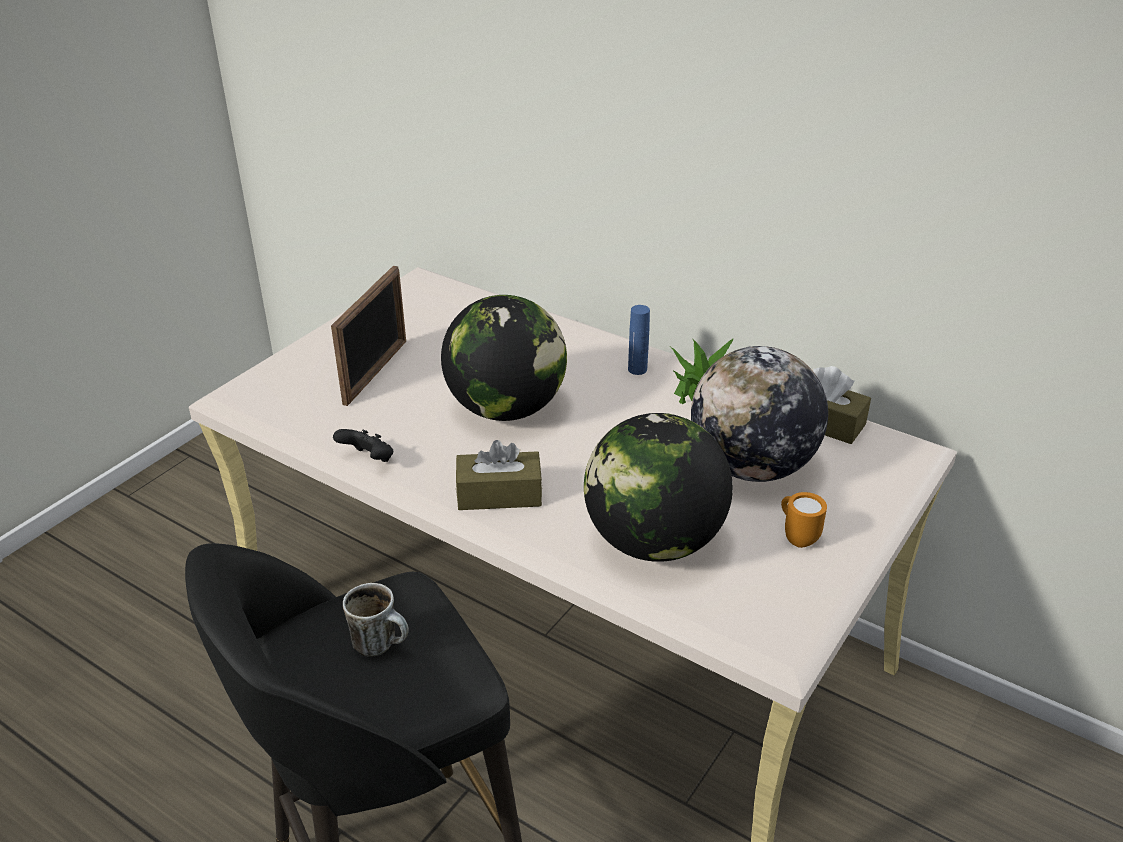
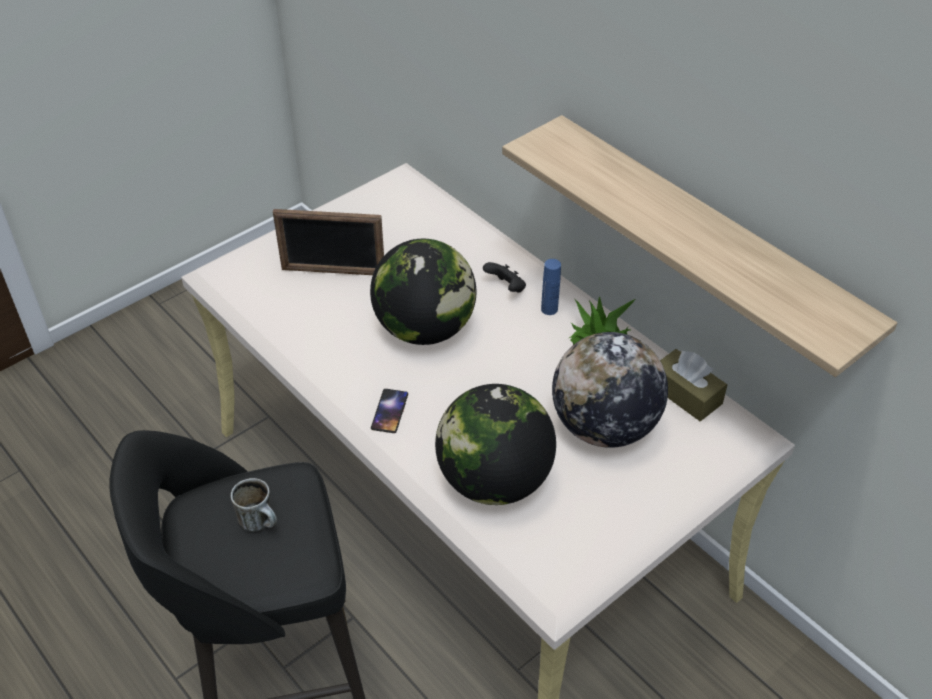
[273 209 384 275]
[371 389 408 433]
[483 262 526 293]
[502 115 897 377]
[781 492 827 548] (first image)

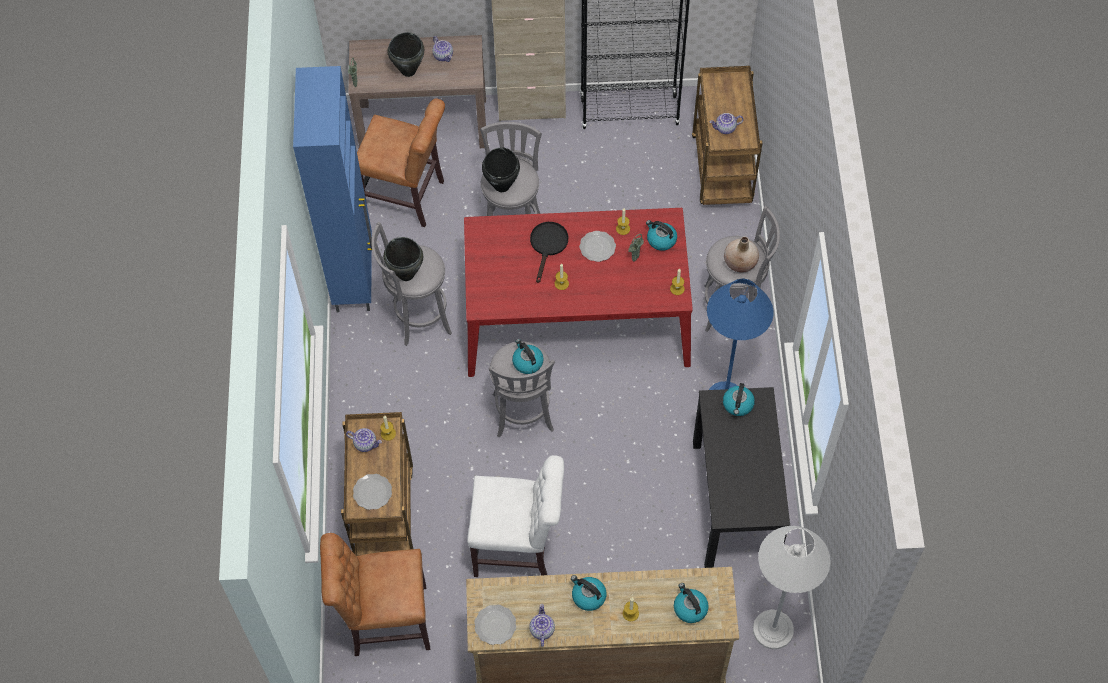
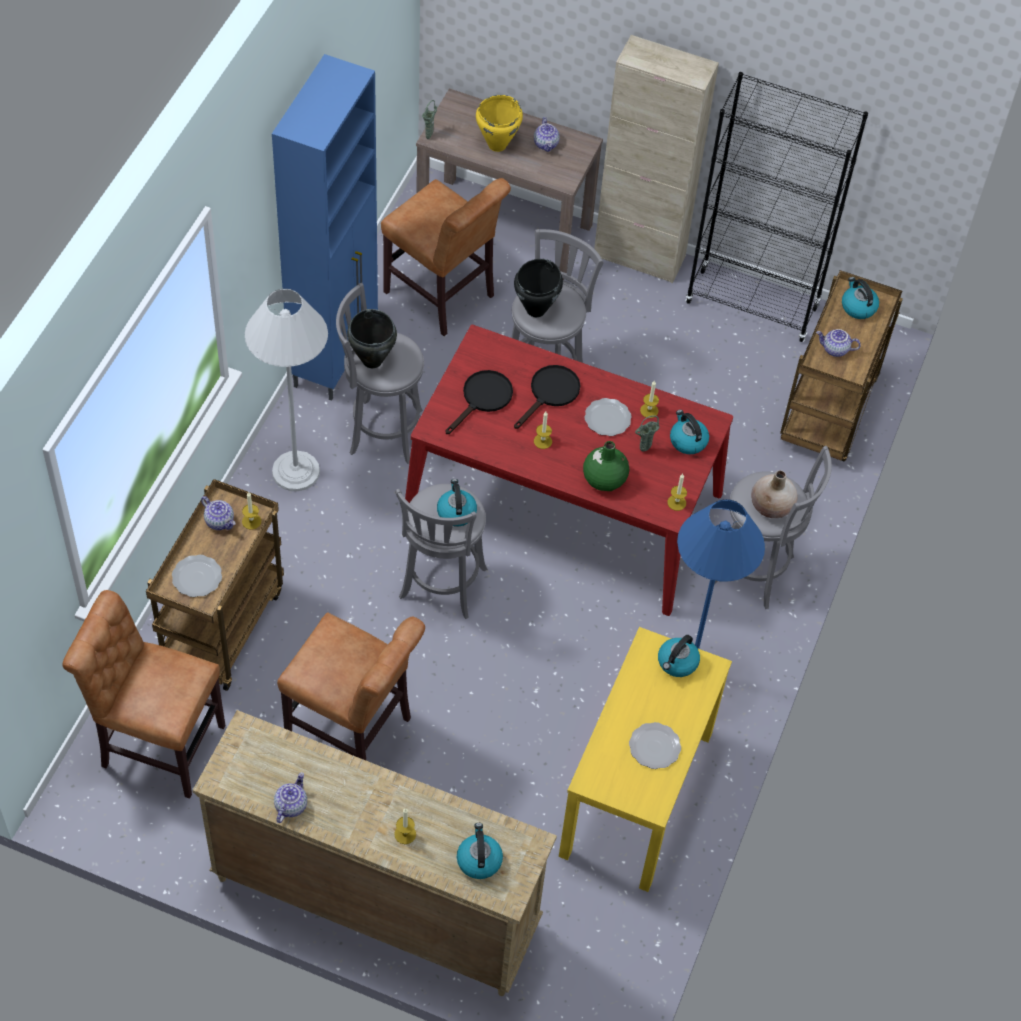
[245 289 328 491]
[277 612 425 761]
[445 370 513 434]
[476 95 523 152]
[559 627 732 892]
[583 441 630 491]
[629 722 681 769]
[842 277 879 319]

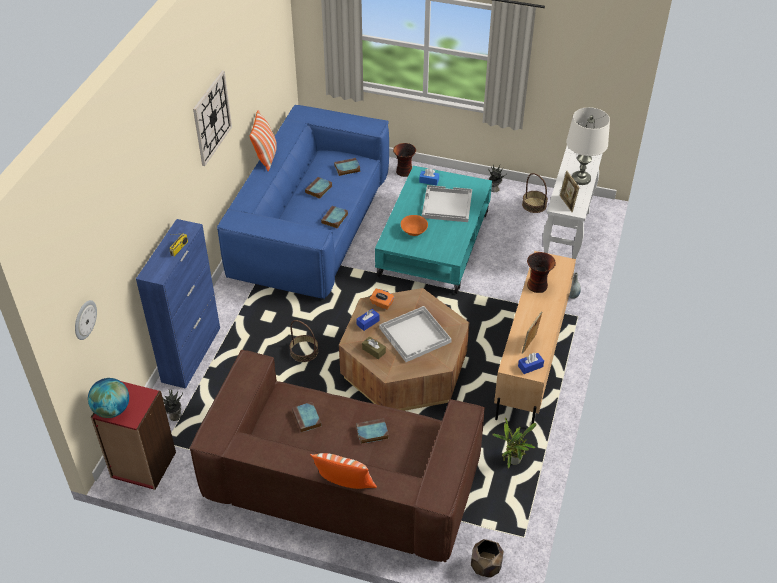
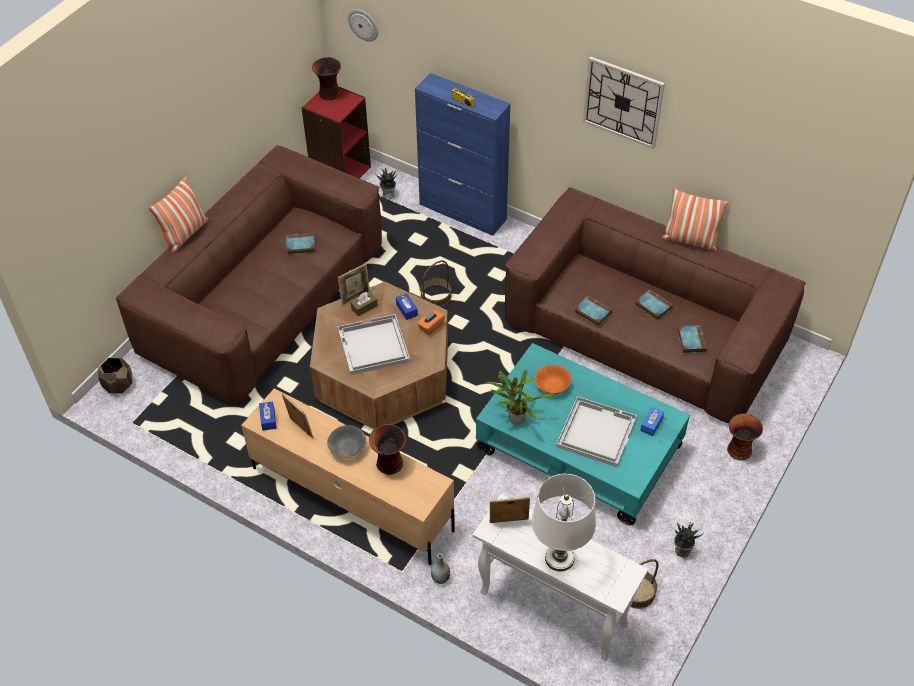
[312 57 341 100]
[327 425 366 458]
[338 263 370 306]
[487 370 553 425]
[505 187 806 423]
[356 418 389 444] (first image)

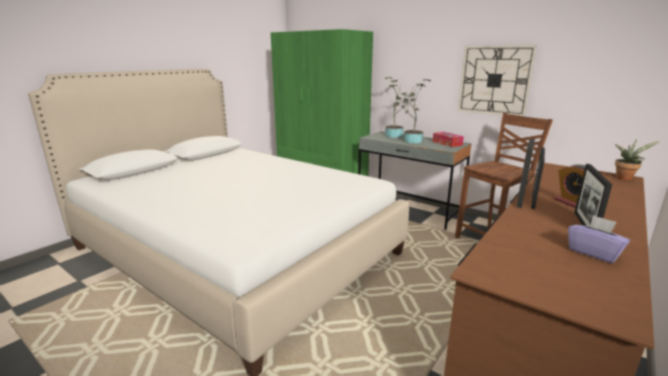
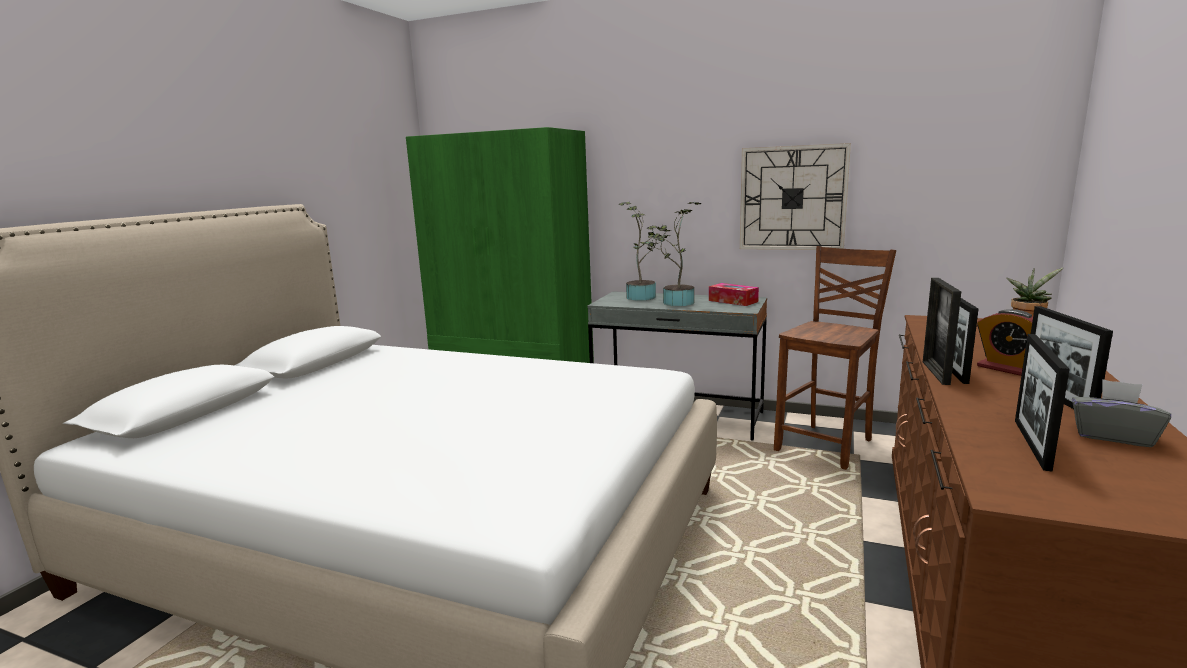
[1015 334 1070 472]
[1072 379 1171 447]

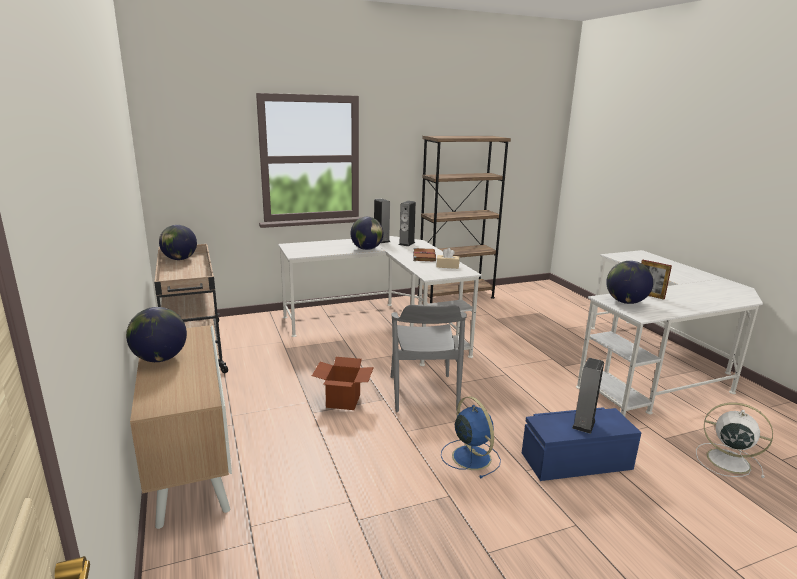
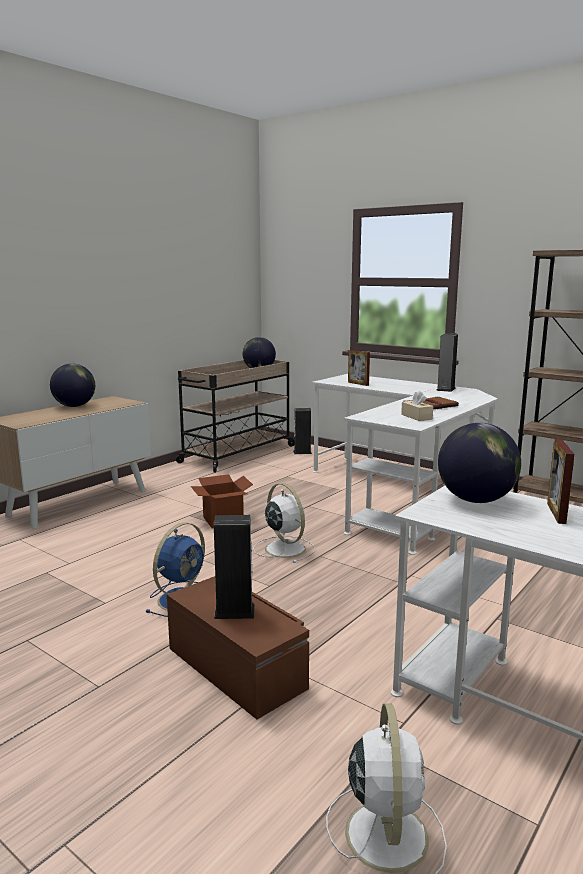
[167 576 309 719]
[253 483 315 563]
[293 408 312 454]
[348 350 370 386]
[351 217 383 250] (first image)

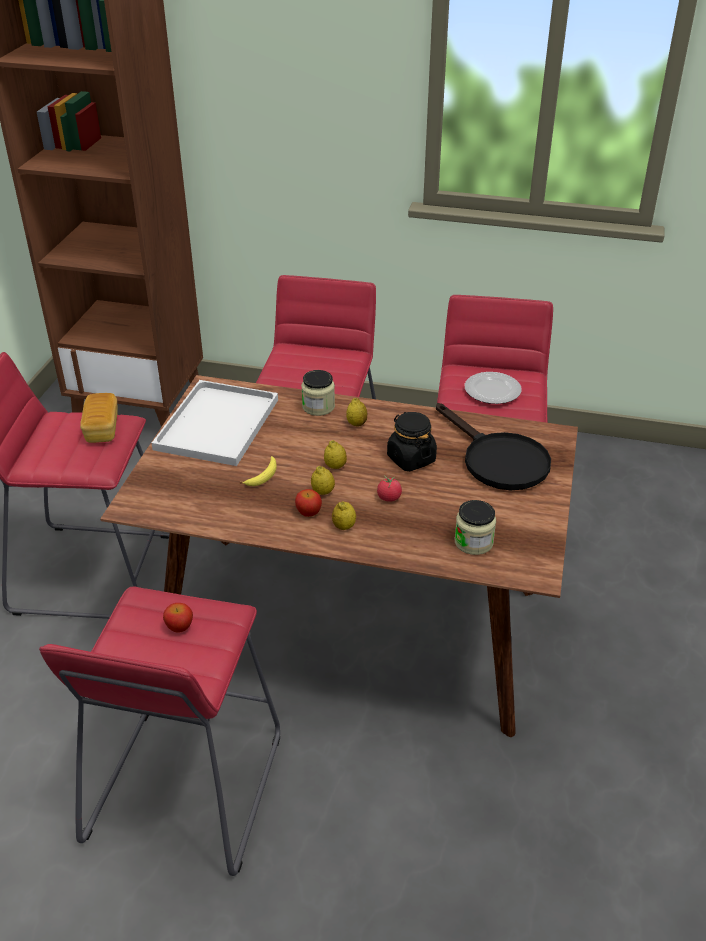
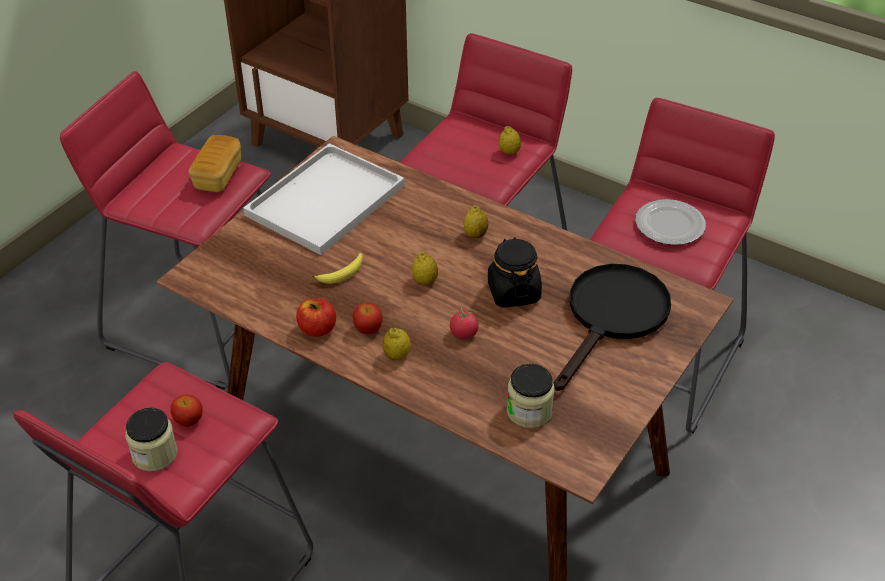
[125 408 178 471]
[296 298 336 337]
[499 126 521 155]
[554 264 671 391]

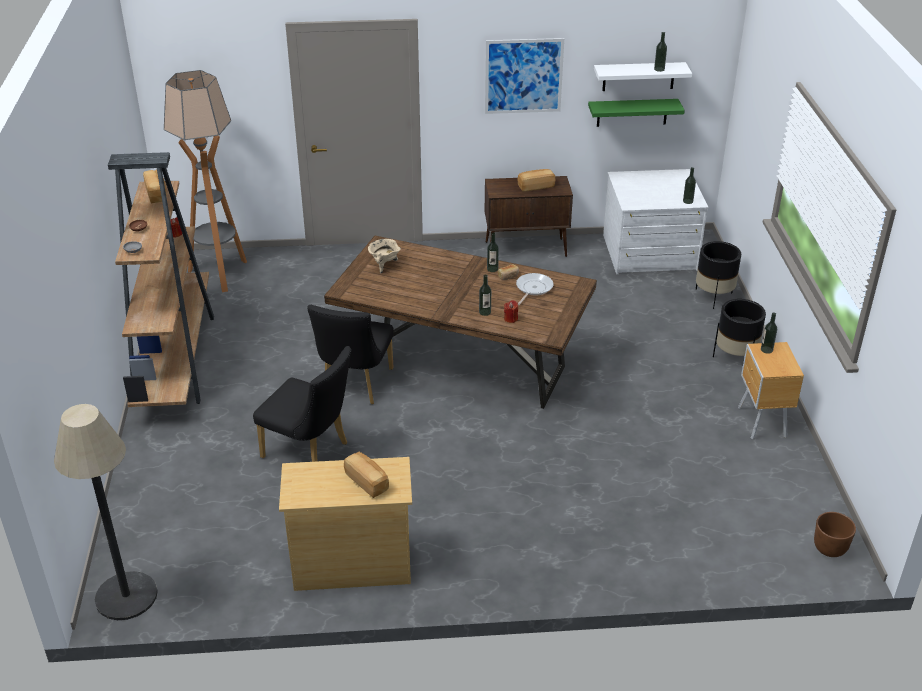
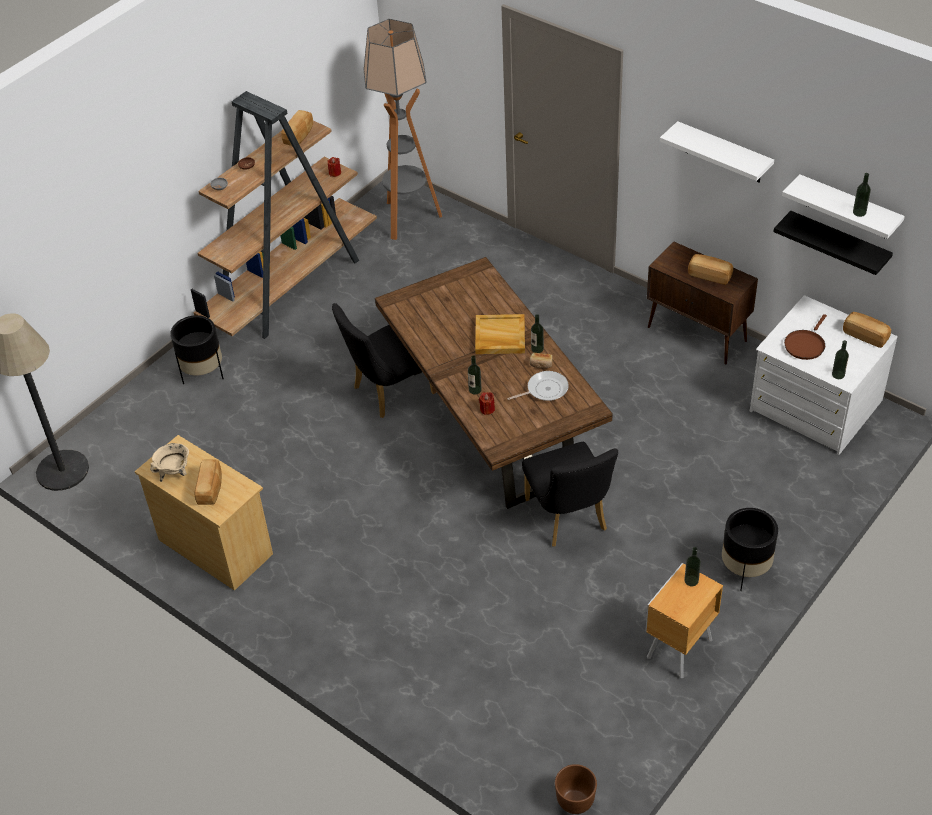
[150 443 189 482]
[170 315 224 384]
[475 314 525 354]
[522 442 618 547]
[660 121 774 183]
[773 211 893 275]
[784 314 827 360]
[843 312 891 348]

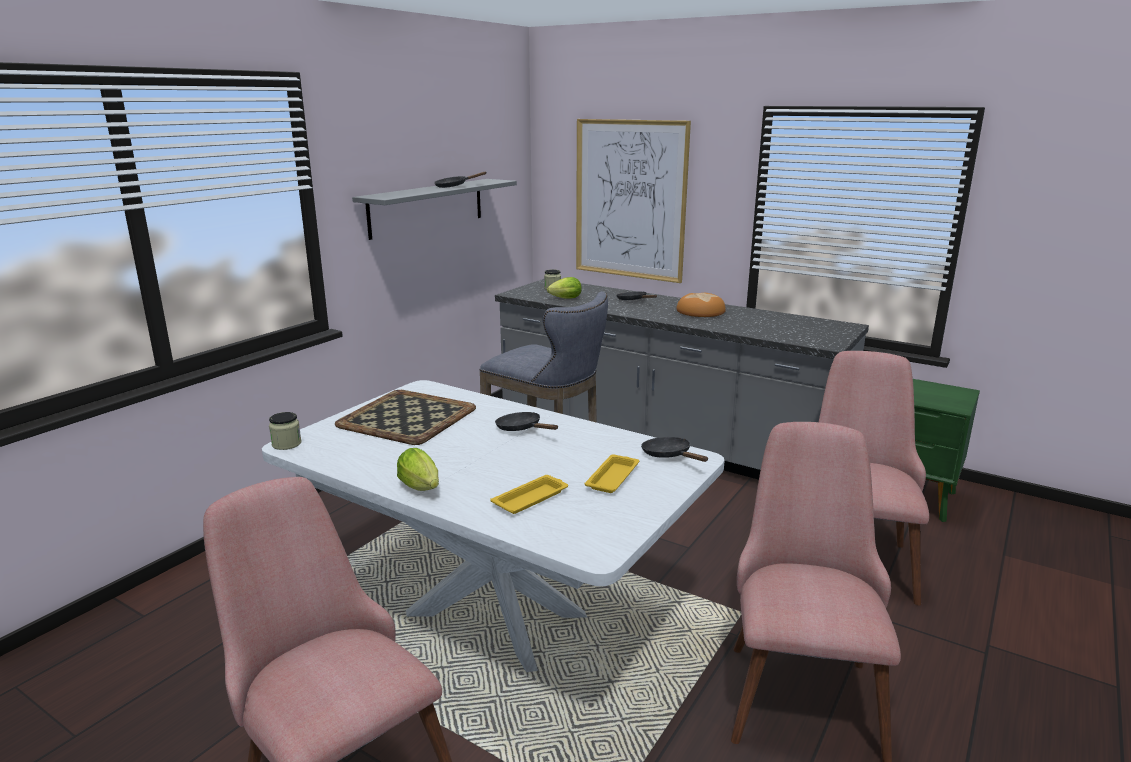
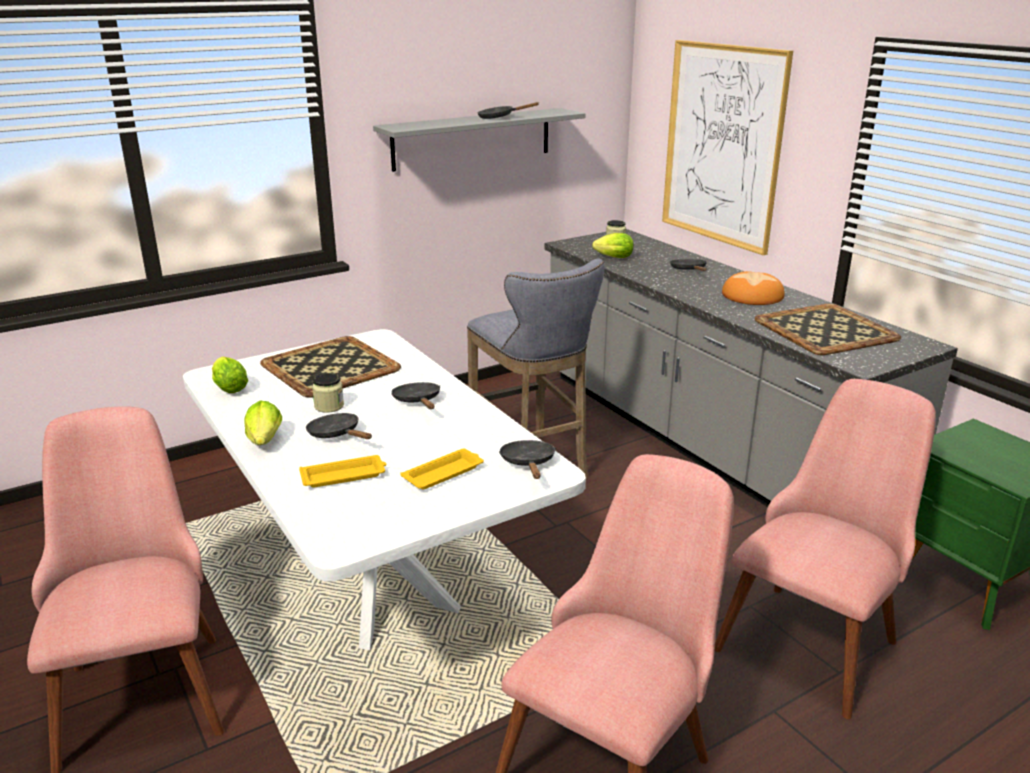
[212 357 248 393]
[306 413 372 439]
[312 373 344 413]
[755 304 901 355]

